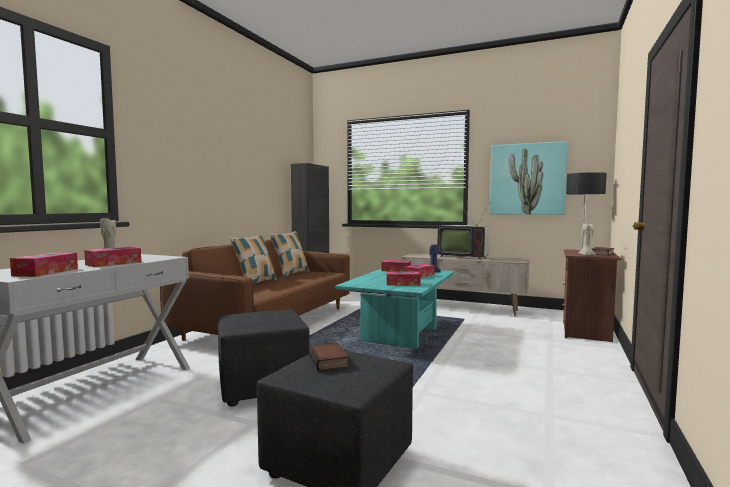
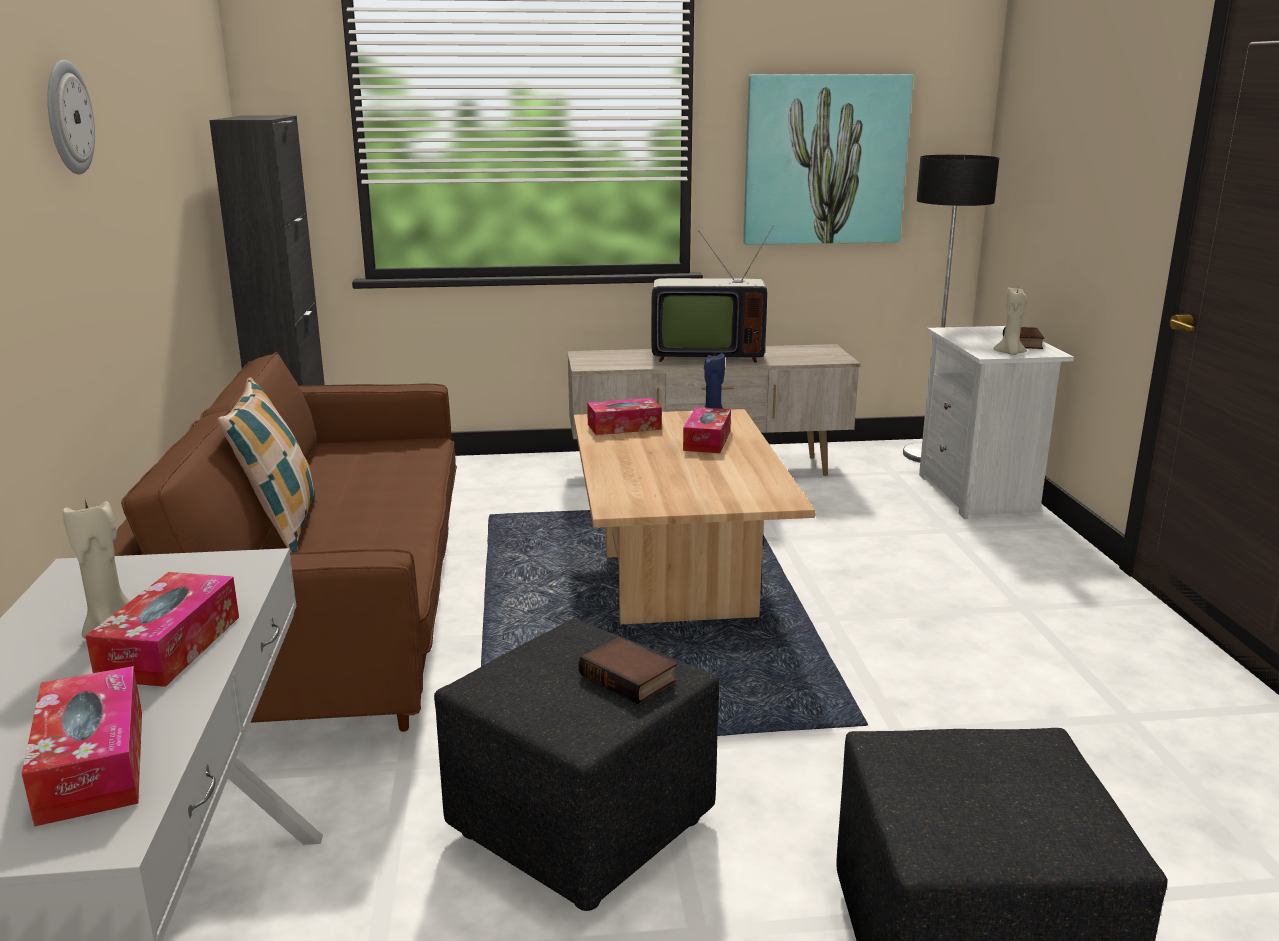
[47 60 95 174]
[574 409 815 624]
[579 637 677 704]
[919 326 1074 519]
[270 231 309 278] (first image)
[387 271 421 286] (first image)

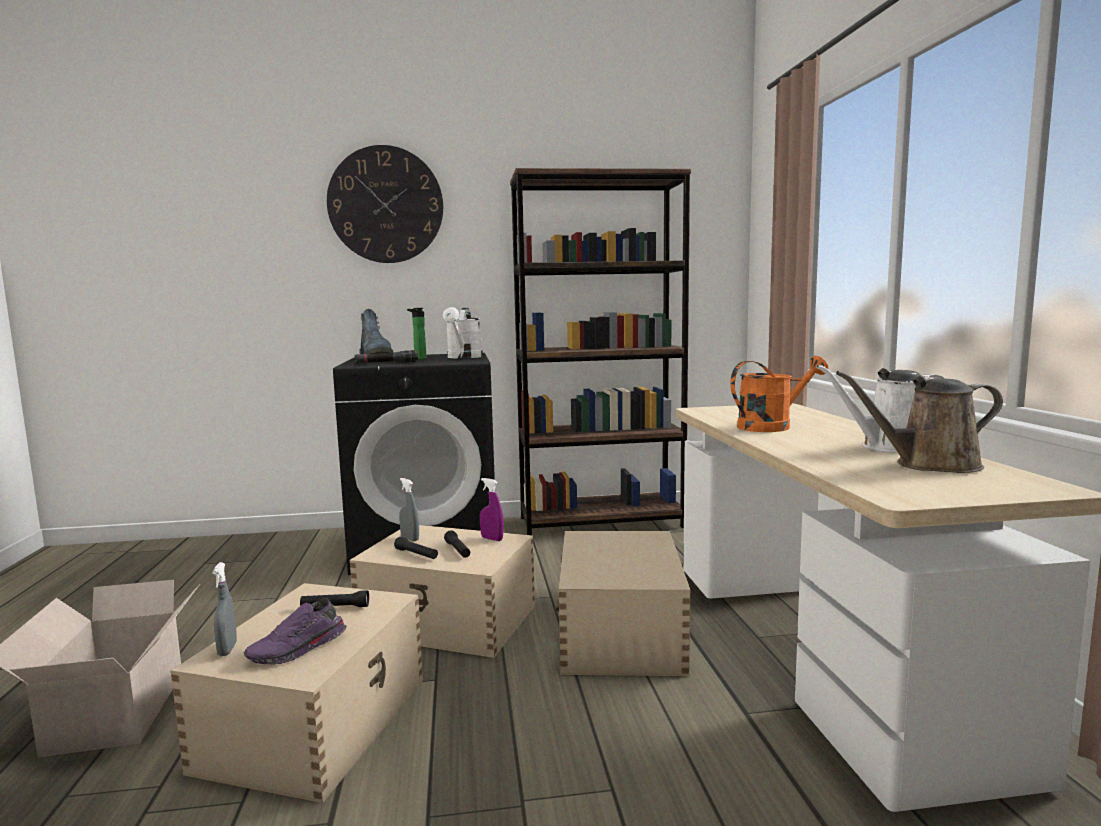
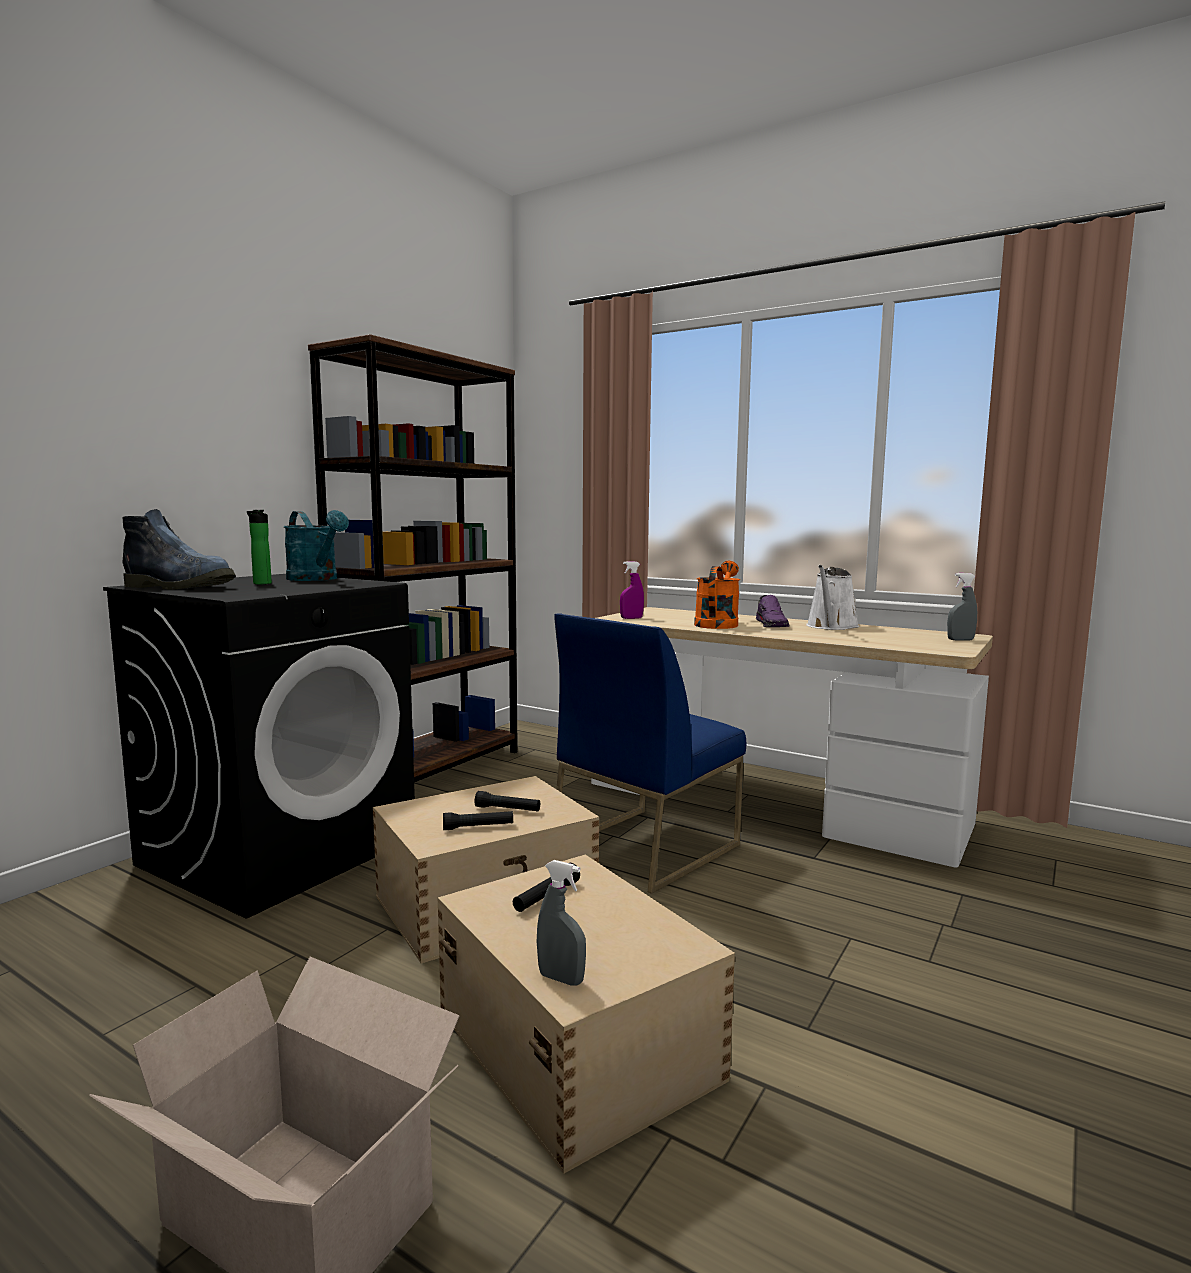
[284 510 349 581]
[554 613 746 894]
[620 561 644 619]
[756 595 789 627]
[947 573 977 641]
[327 145 443 263] (first image)
[354 350 418 363] (first image)
[836 371 1003 473] (first image)

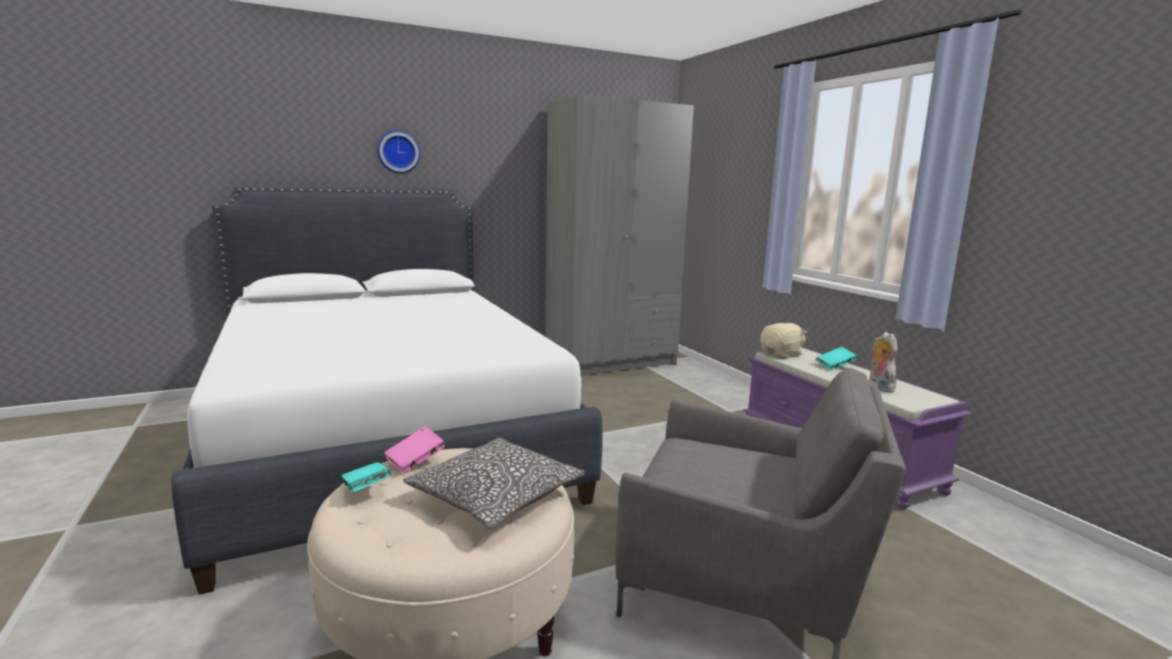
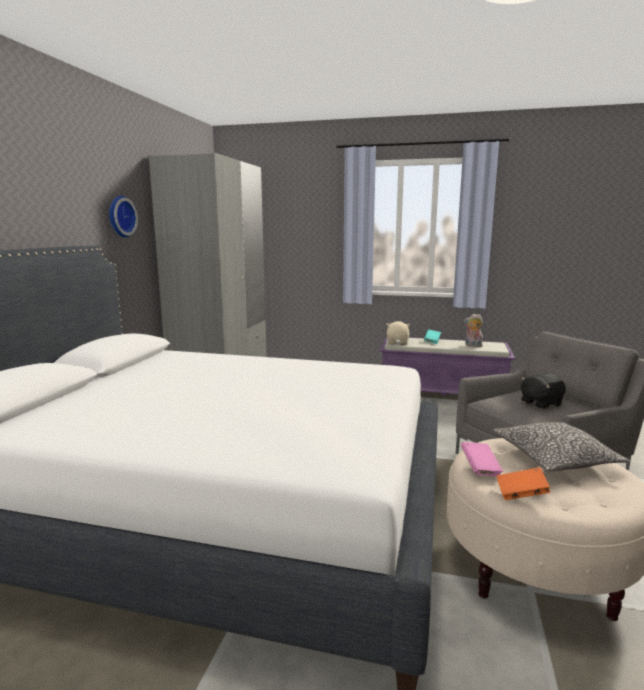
[109 196 138 237]
[497 467 550 500]
[521 373 566 409]

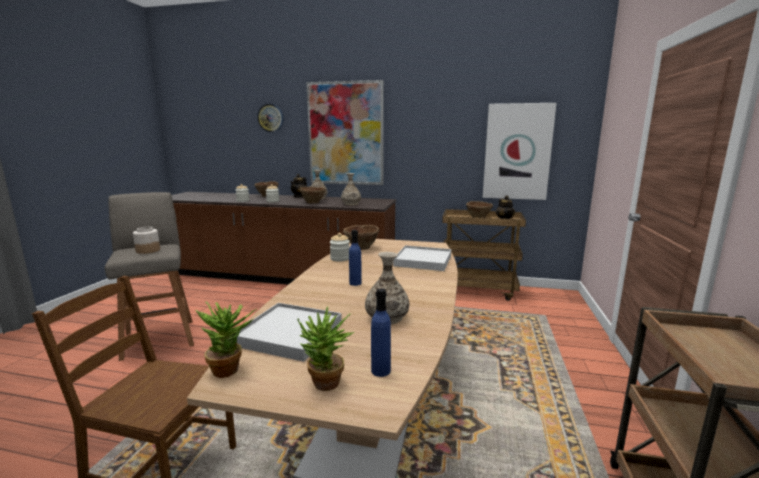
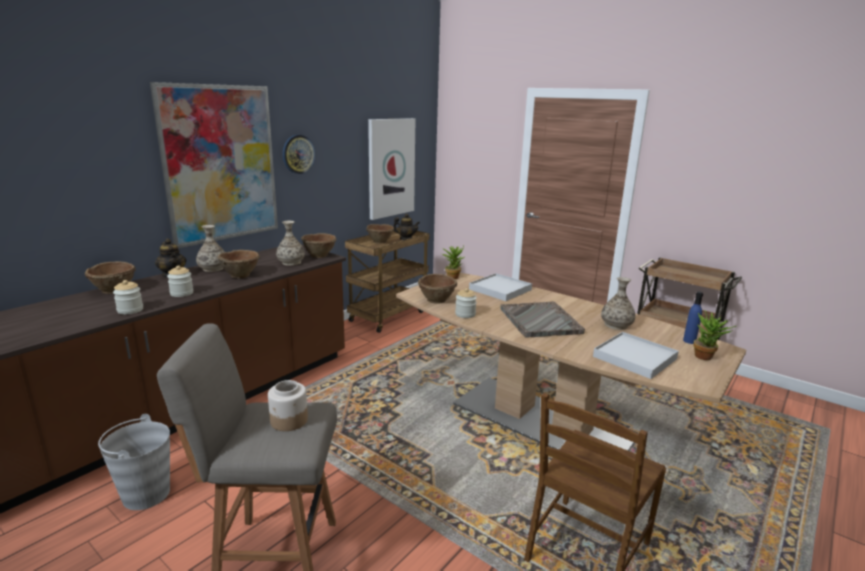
[98 414 170 510]
[283 135 315 174]
[301 233 337 258]
[442 246 465 279]
[500 301 585 338]

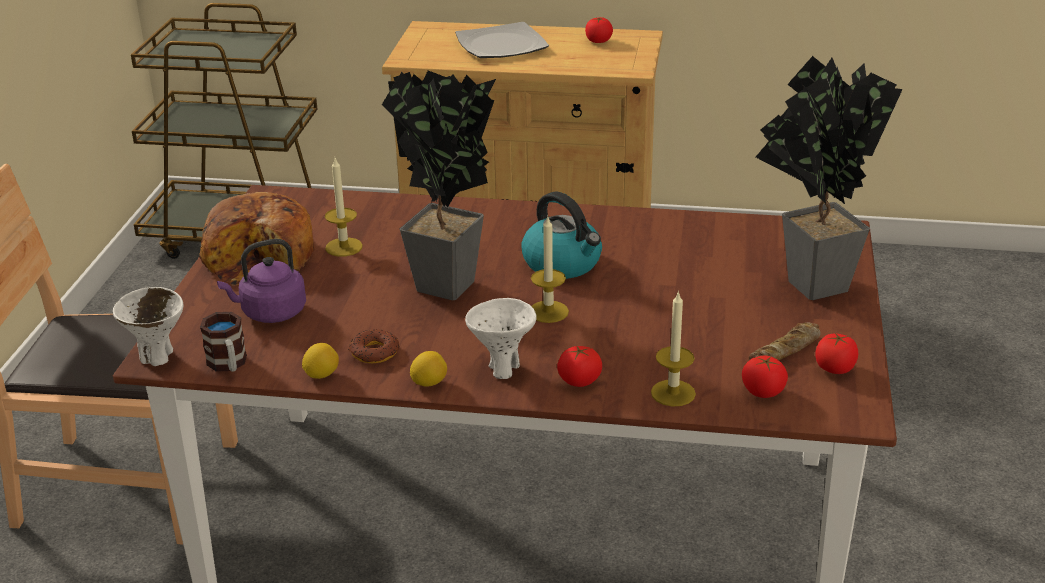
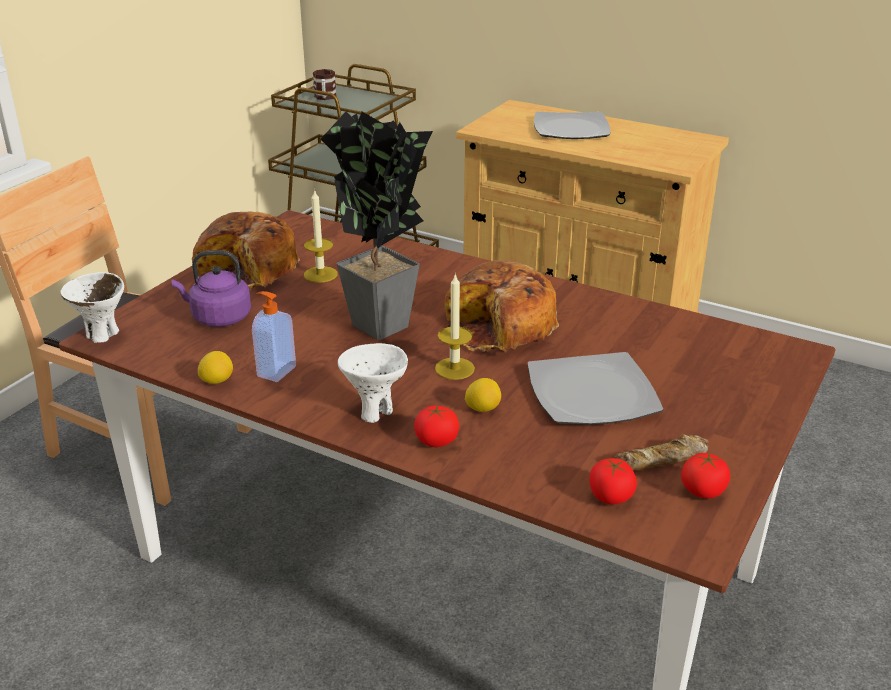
[252 291 296 382]
[313 69 337 100]
[444 260 559 352]
[465 378 501 412]
[527 352 663 425]
[585 17 613 43] (first image)
[651 291 696 406] (first image)
[756 56 903 300] (first image)

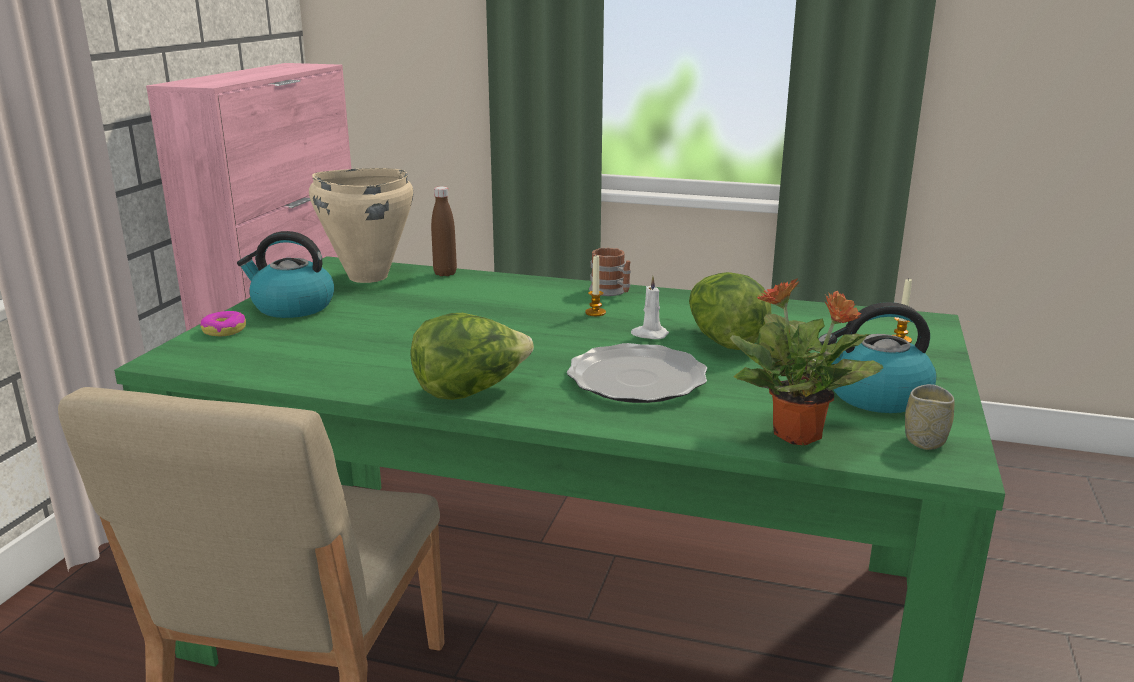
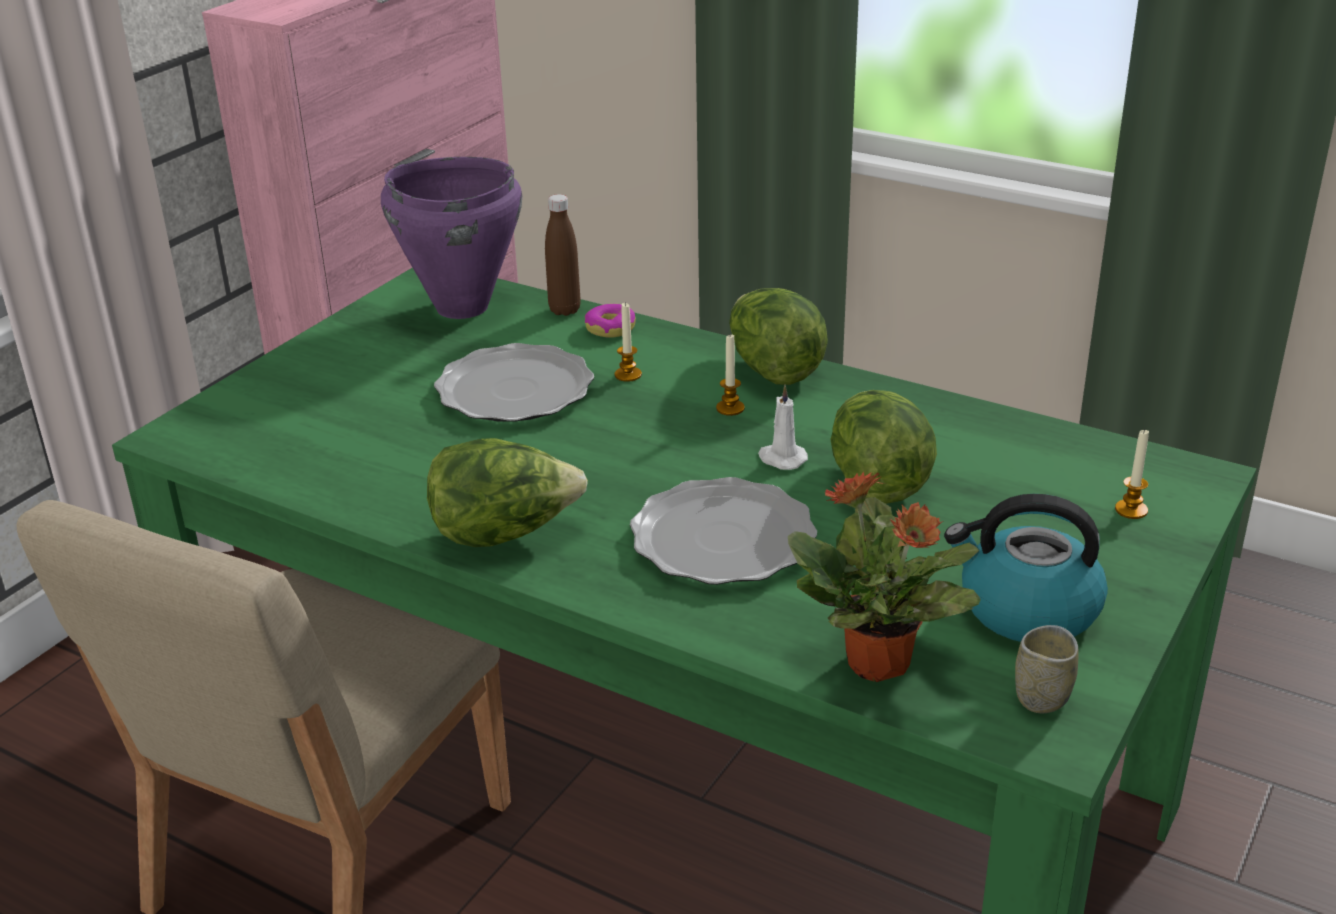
[381 157 522 319]
[434 343 594 422]
[585 304 636 338]
[615 302 642 382]
[729 288 828 385]
[237 231 334 318] (first image)

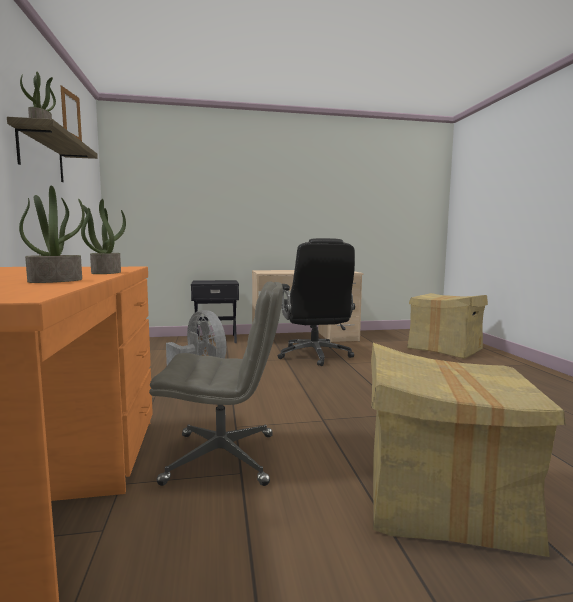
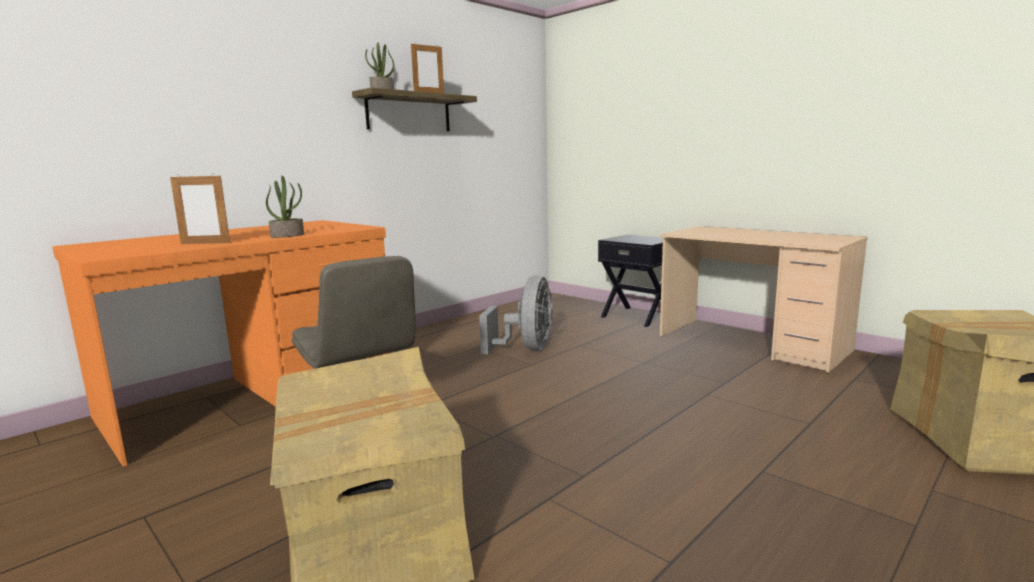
[170 174 230 244]
[278 238 355 366] (first image)

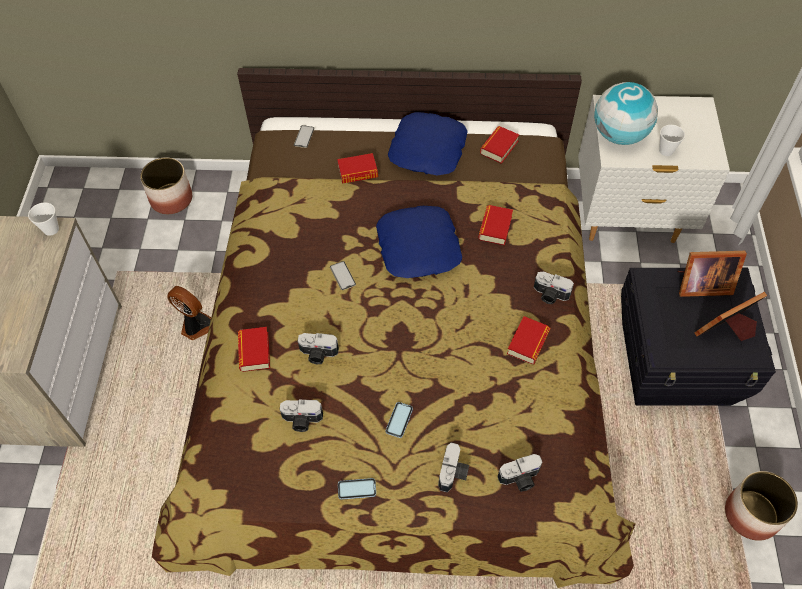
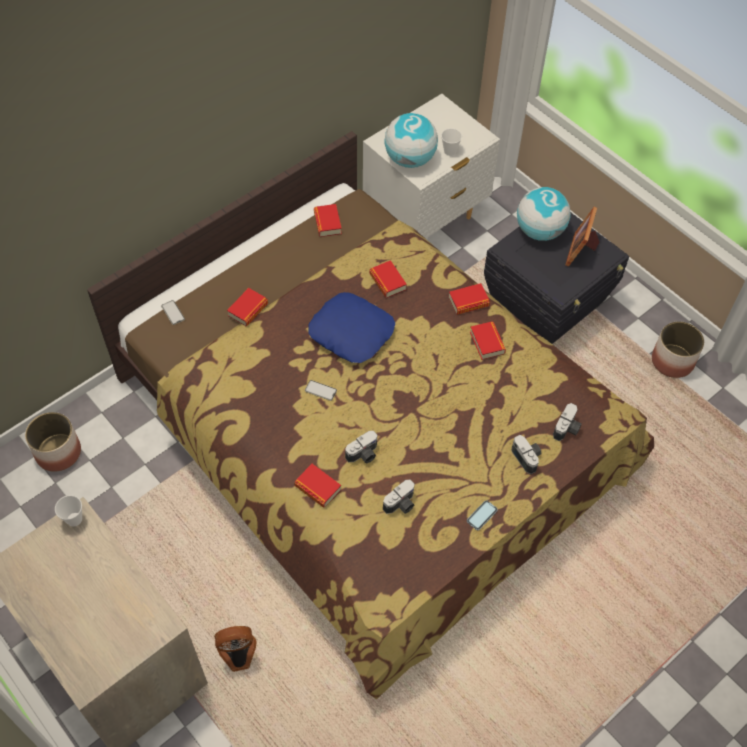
[214 626 257 672]
[448 283 490 315]
[517 187 571 241]
[386 402 413 438] (first image)
[388 112 468 176] (first image)

